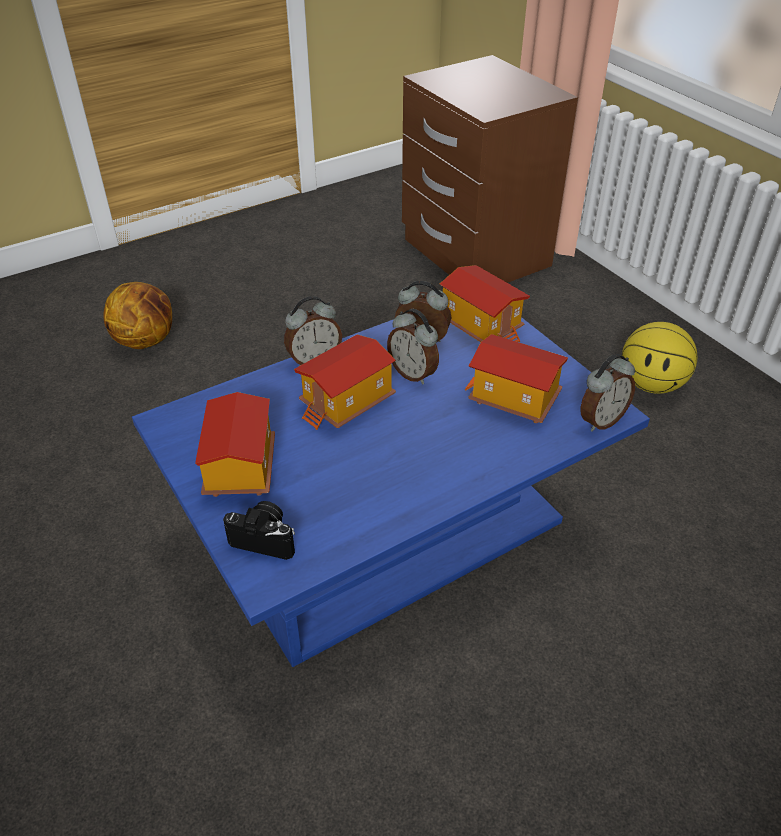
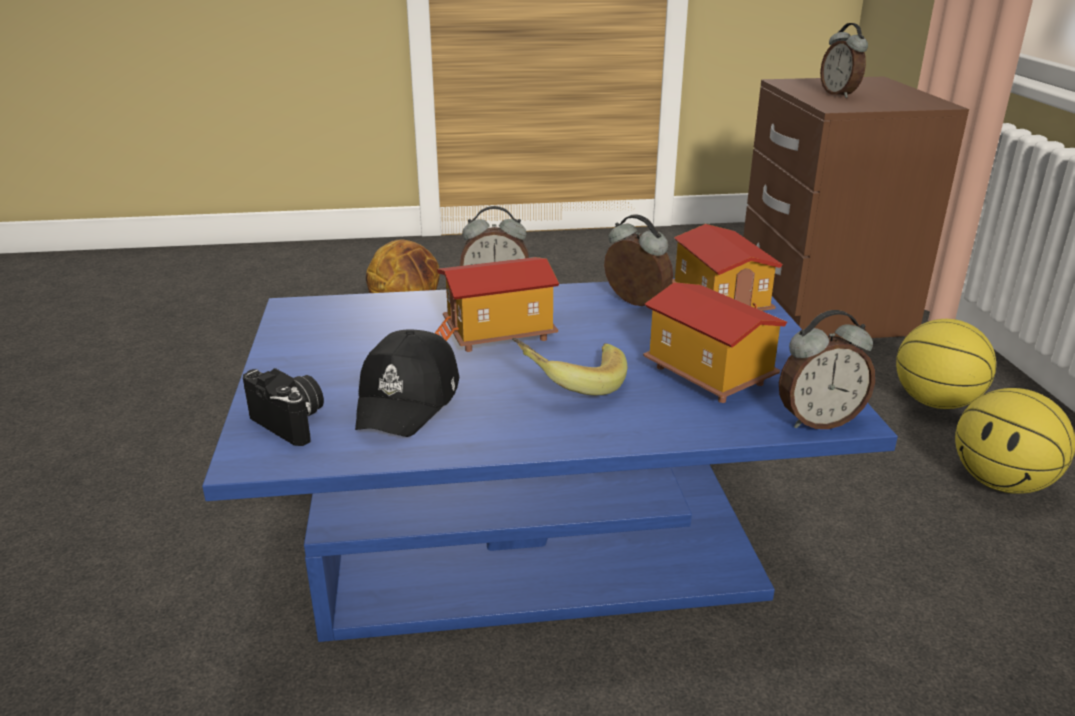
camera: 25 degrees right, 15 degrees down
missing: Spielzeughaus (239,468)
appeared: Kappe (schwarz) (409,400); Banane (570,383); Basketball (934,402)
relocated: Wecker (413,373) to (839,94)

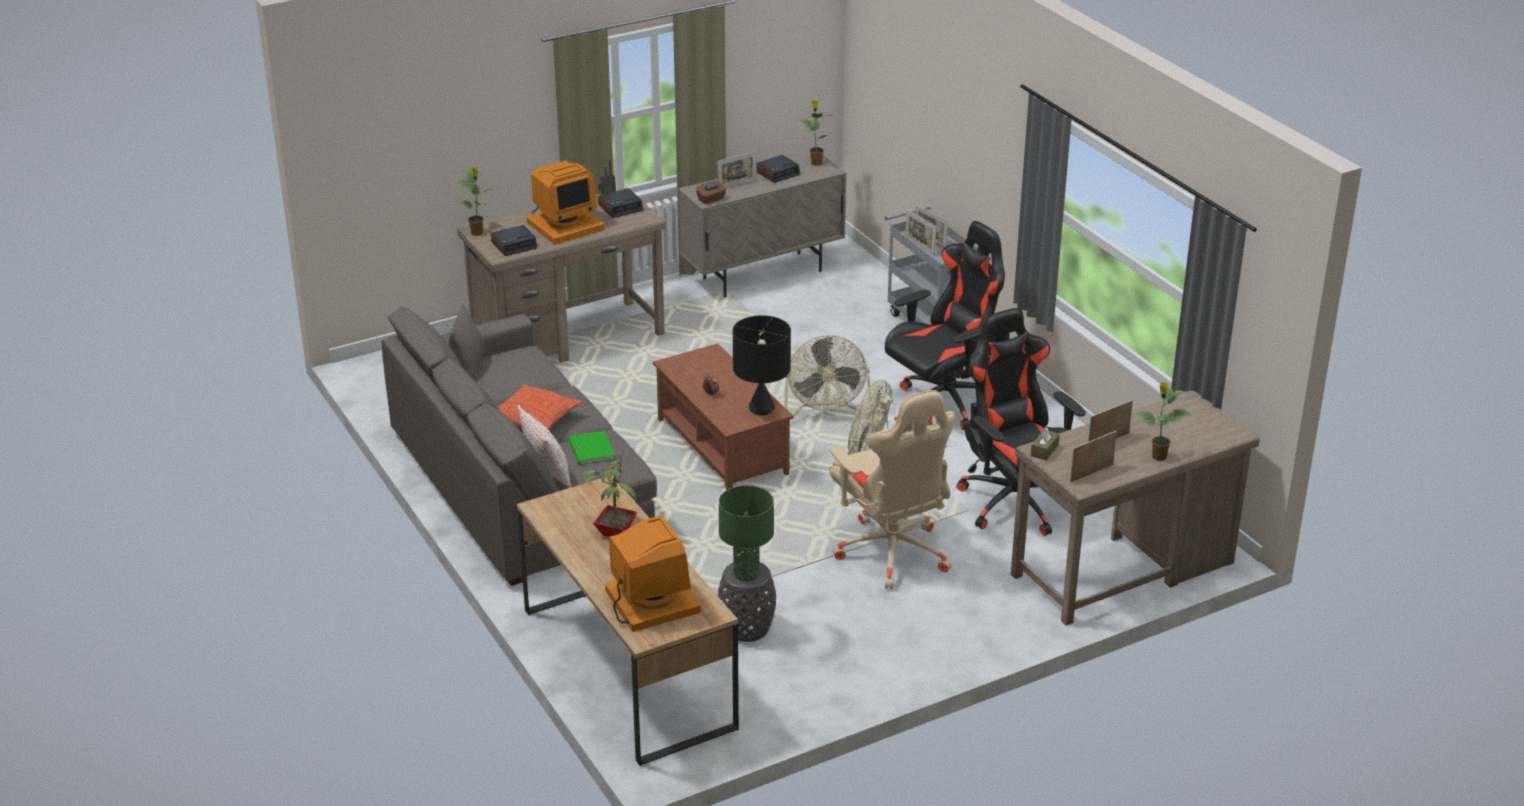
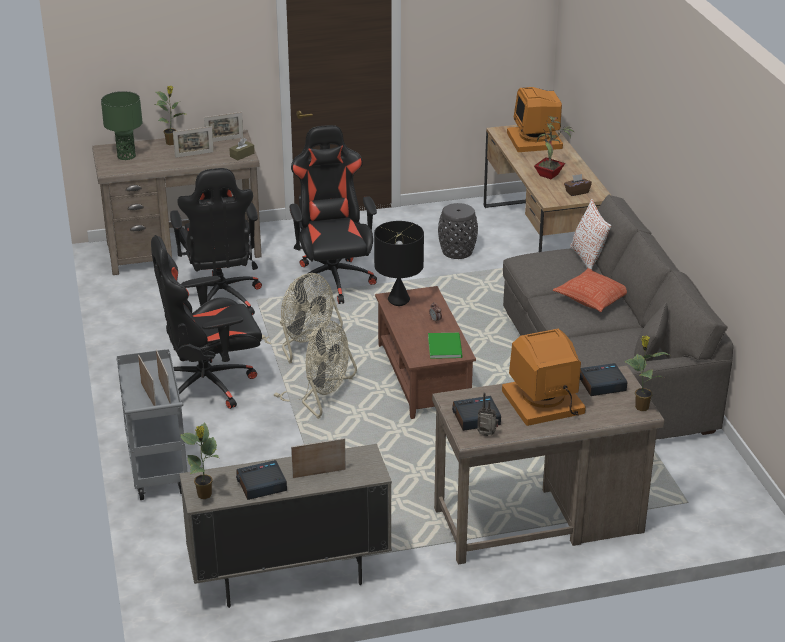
camera: 165 degrees left, 0 degrees up
relocated: Tischlampe (grün) (746,573) to (127,156); Buch (grün) (590,450) to (446,346); Taschentuchbox (braun) (711,199) to (577,192)
colour: Bürostuhl (beige) (888,548) to Bürostuhl (schwarz) (334,284)
spun: Ventilator (beige) (822,411) = (320,396) 105 degrees clockwise

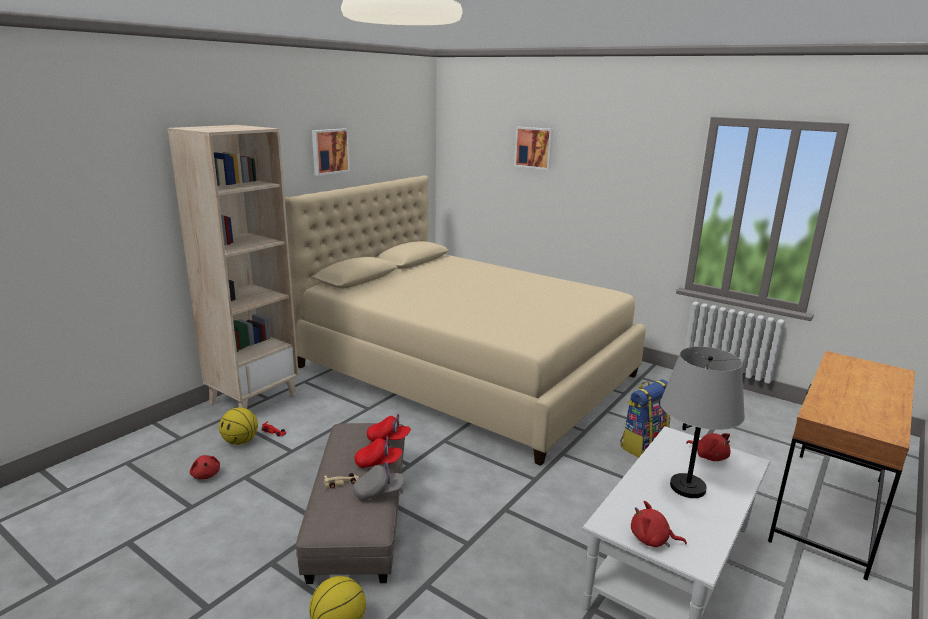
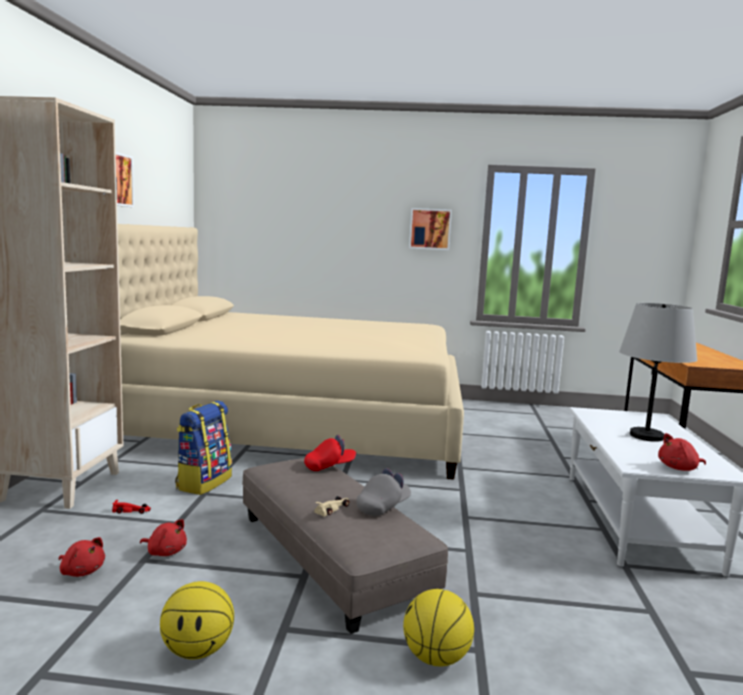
camera: 30 degrees left, 10 degrees down
missing: Kappe (rot) (378,463)
relocated: Plüschtier (rot) (709,456) to (165,552); Basketball (240,441) to (198,651); Rucksack (643,445) to (203,482); Bild (534,147) to (430,229)

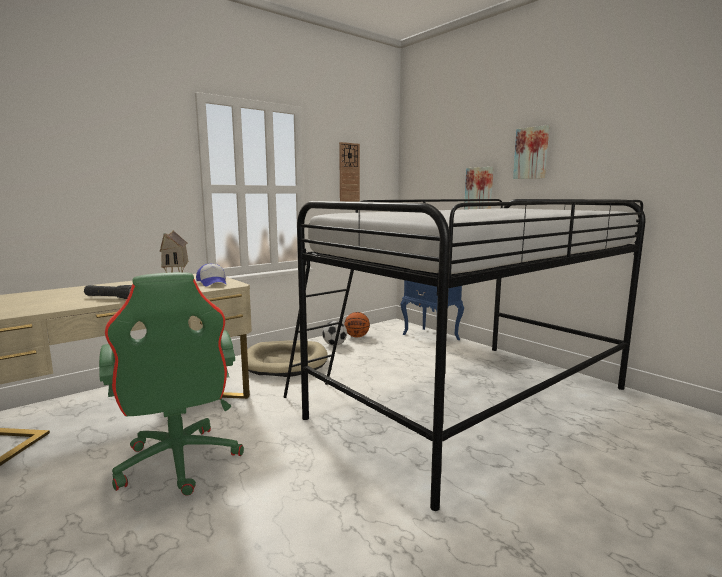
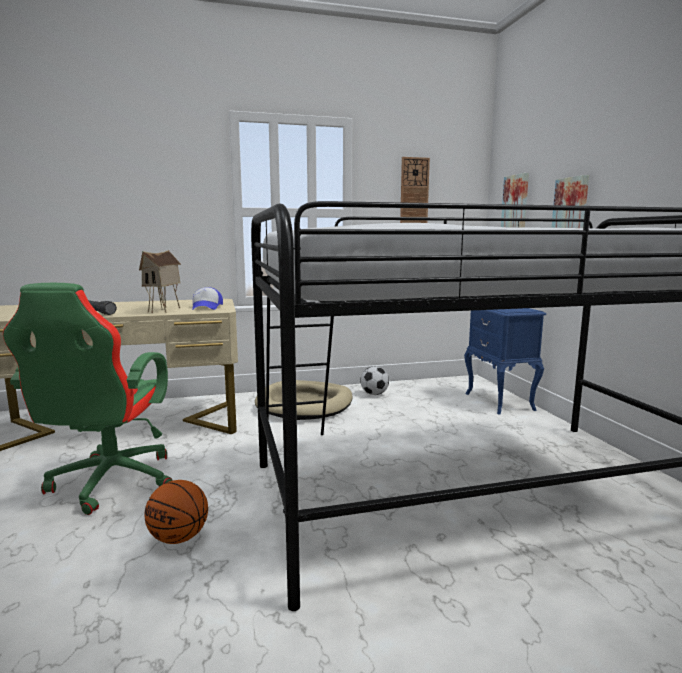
camera: 25 degrees right, 0 degrees up
relocated: Basketball (357,336) to (179,538); Bild (531,153) to (516,201)

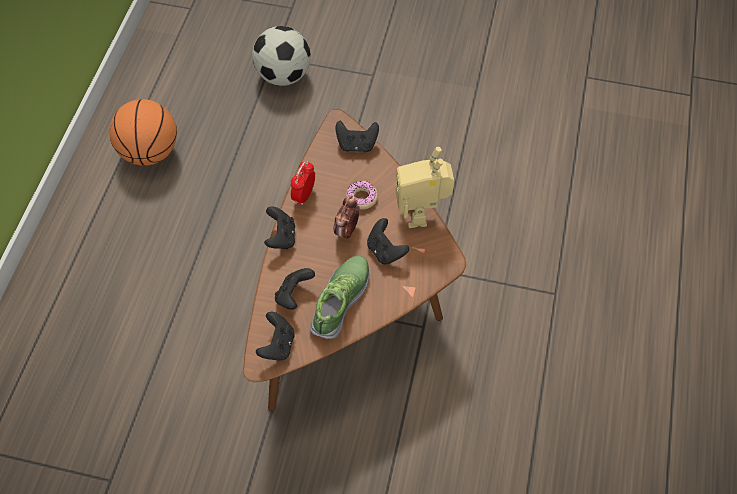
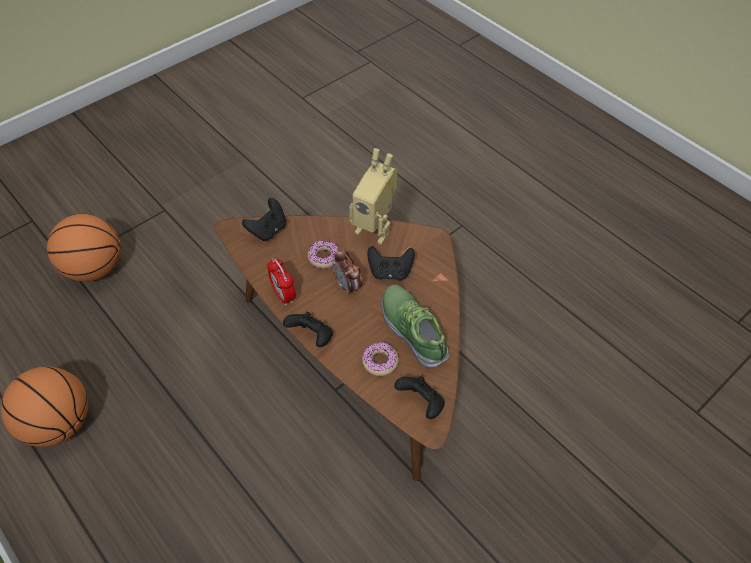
camera: 55 degrees left, 5 degrees down
exchanged: Fußball (283,75) to Basketball (94,268); Gamepad (schwarz) (293,296) to Donut (380,362)

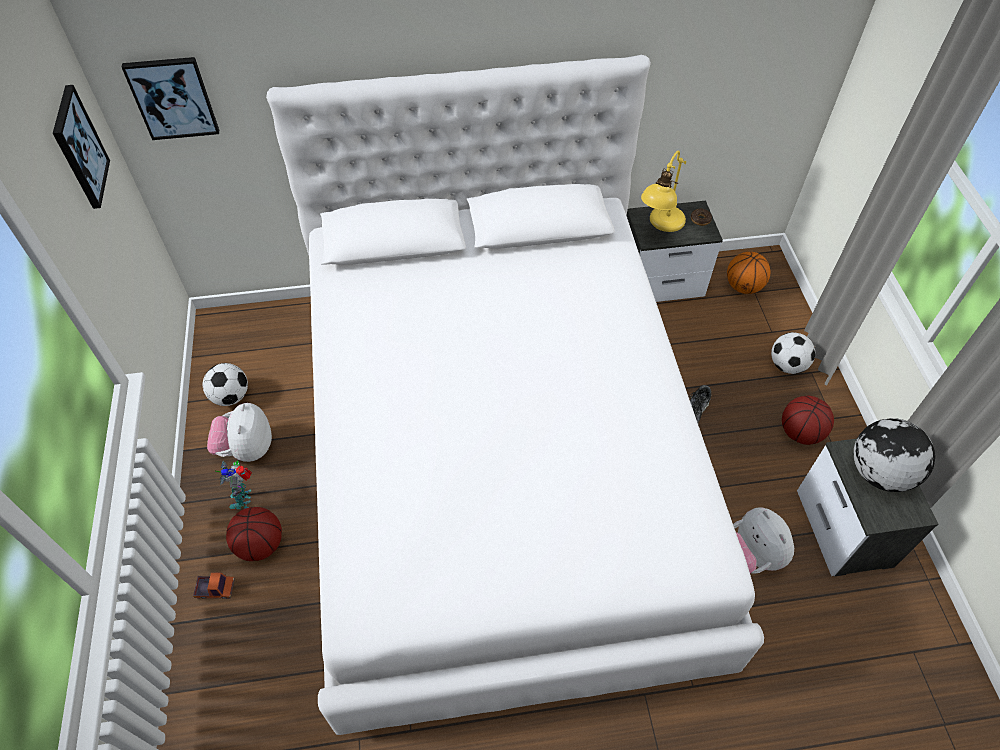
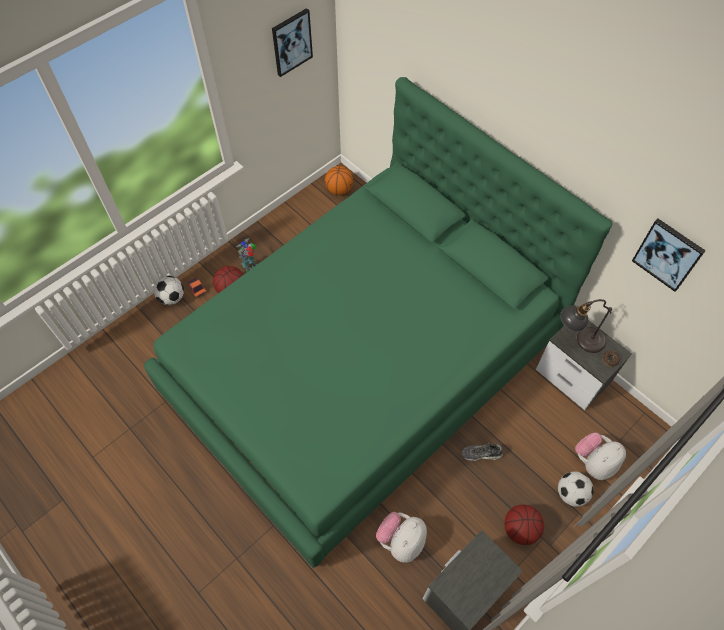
camera: 55 degrees right, 5 degrees up
missing: Globus (878,472)
relocated: Fußball (231,396) to (172,298); Basketball (743,287) to (339,190); Plüschtier (247,448) to (594,462); Bild (173,98) to (668,254)
colour: Bett (weiß) (500,459) to Bett (grün) (363,366); Tischlampe (gelb) (660,228) to Tischlampe (grau) (578,340)

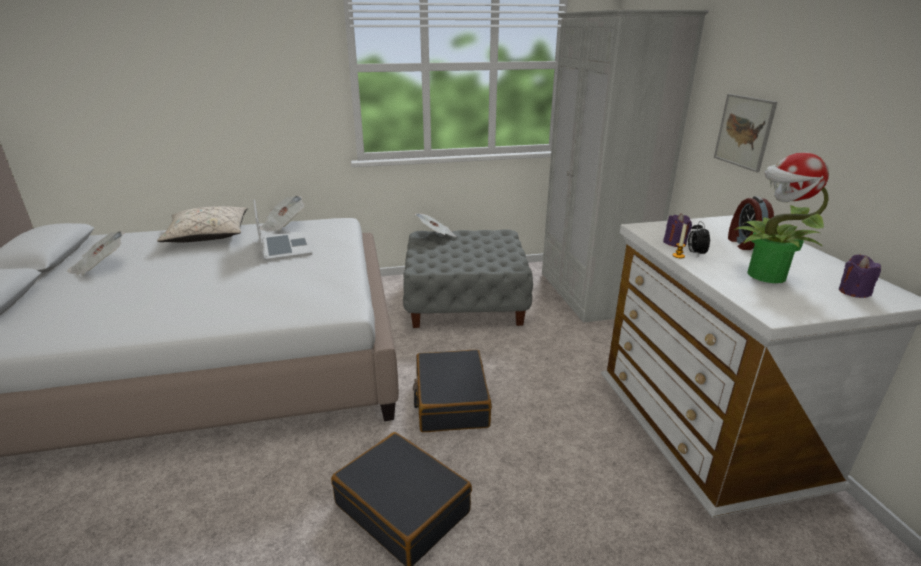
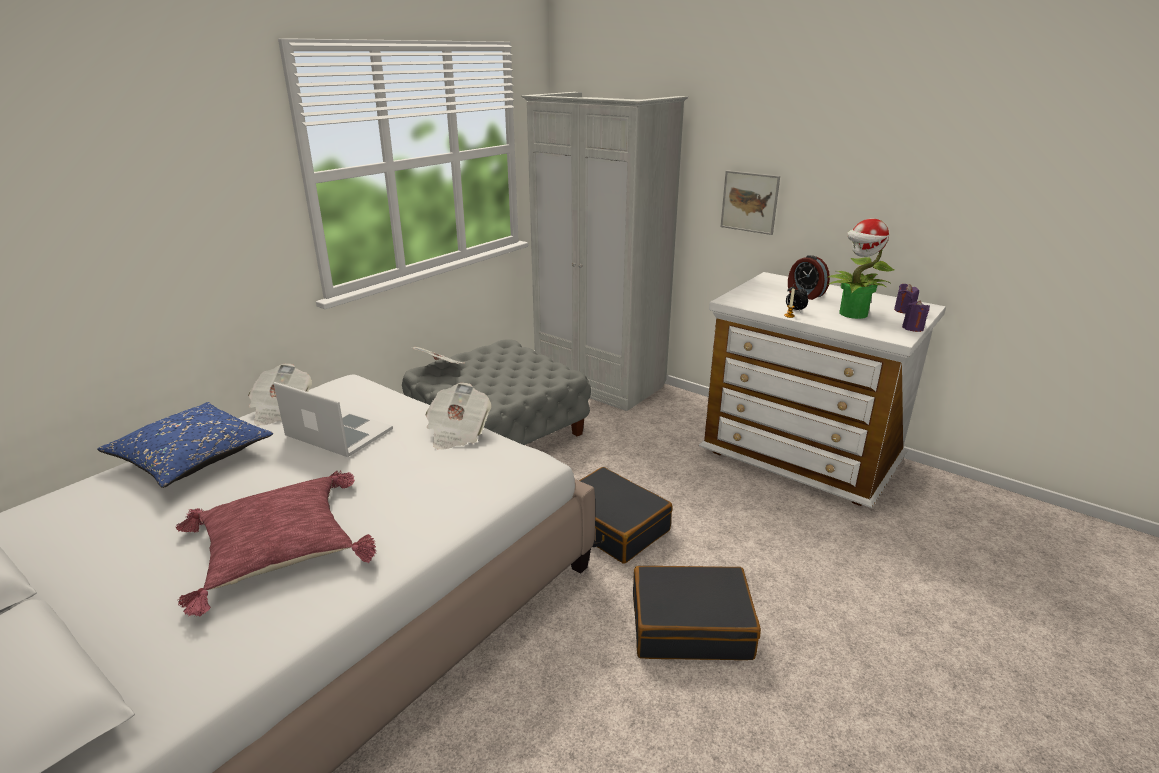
camera: 40 degrees left, 0 degrees up
appeared: Kissen (rot) (279,542)
relocated: Zeitung (100,267) to (457,432); Kerze (lila) (675,243) to (912,328)
colour: Kissen (beige) (208,235) to Kissen (blau) (192,458)

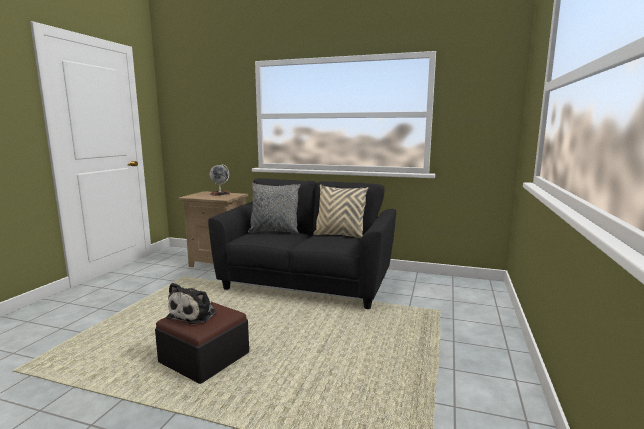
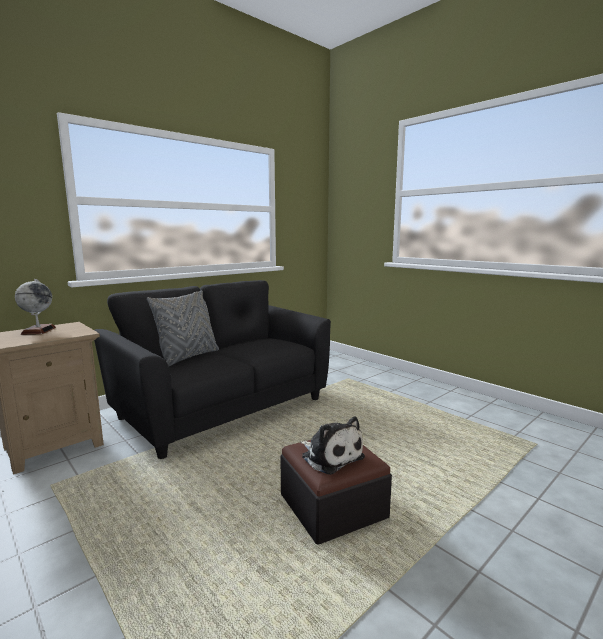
camera: 60 degrees left, 0 degrees up
missing: Kissen (beige) (339,235)

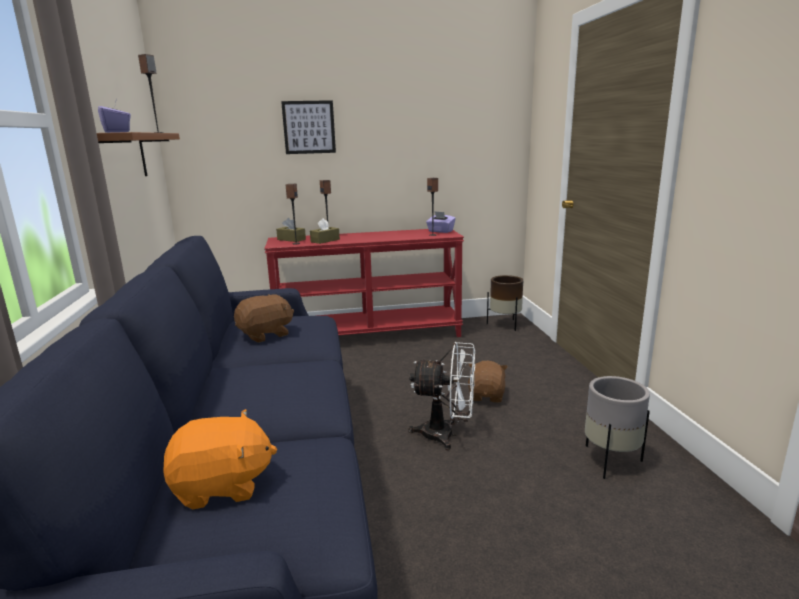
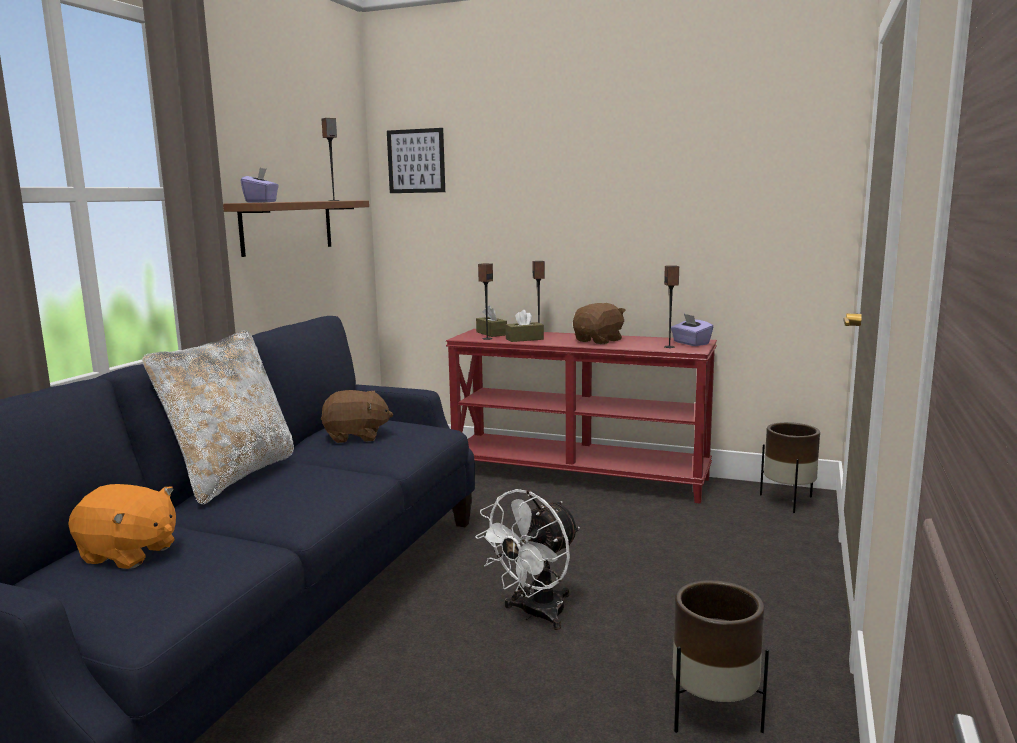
camera: 30 degrees right, 5 degrees down
appeared: Kissen (weiß) (235,477)
relocated: Bild (309,127) to (416,161); Plüschtier (braun) (487,396) to (599,341)
colour: Pflanzkübel (grau) (611,461) to Pflanzkübel (braun) (714,716)
spun: Ventilator (weiß) (446,435) = (535,615) 90 degrees clockwise

